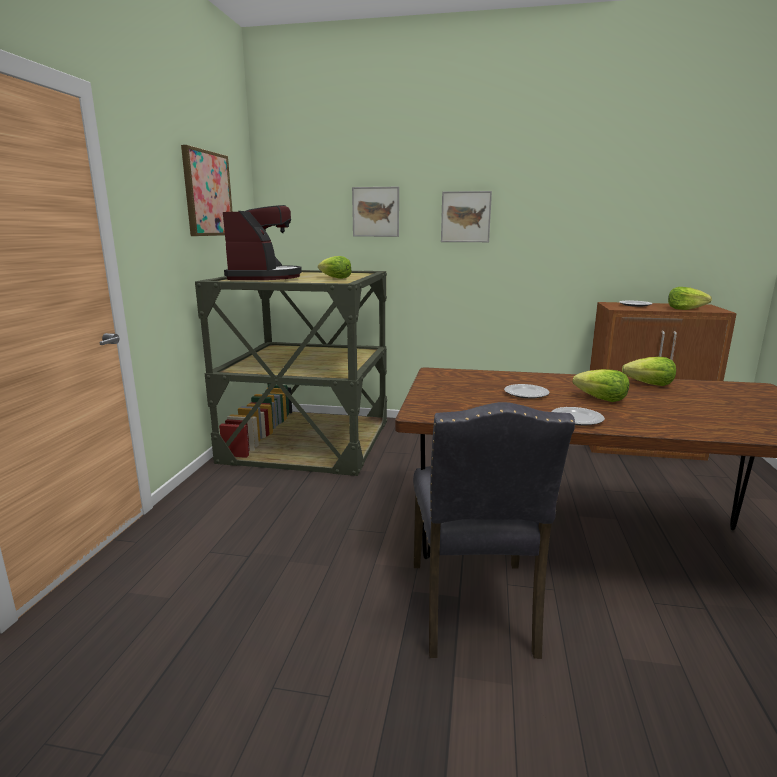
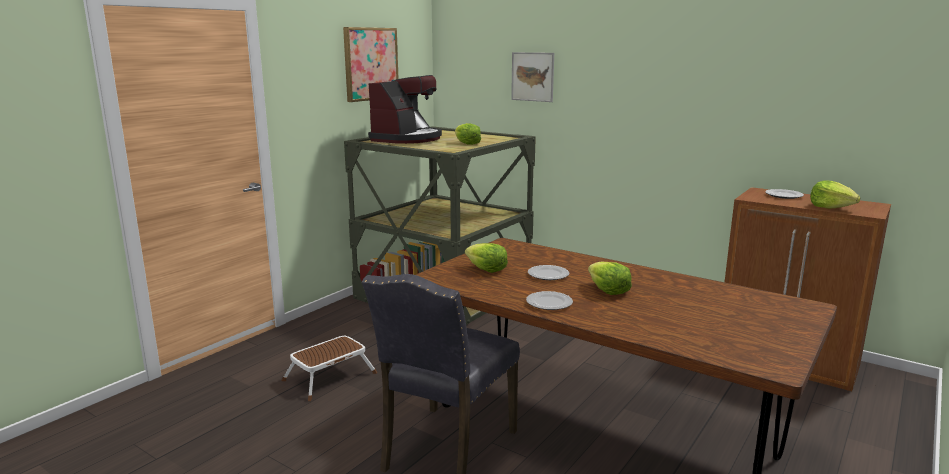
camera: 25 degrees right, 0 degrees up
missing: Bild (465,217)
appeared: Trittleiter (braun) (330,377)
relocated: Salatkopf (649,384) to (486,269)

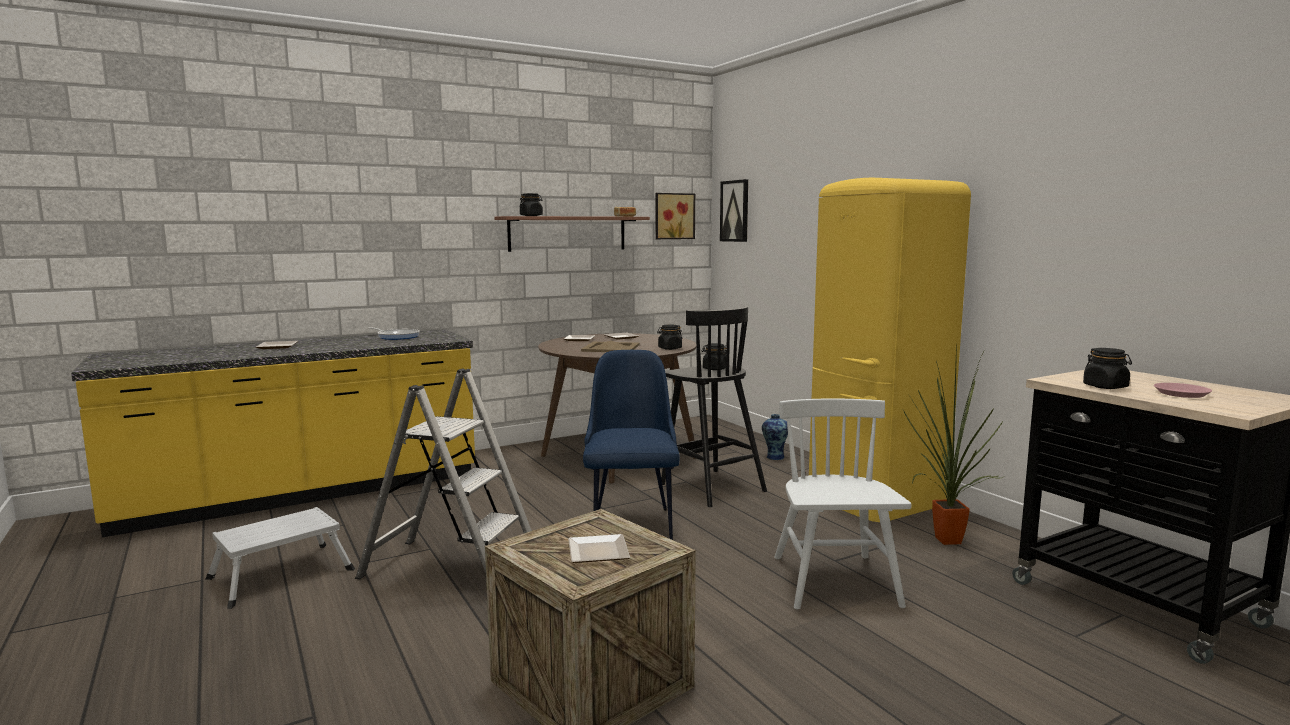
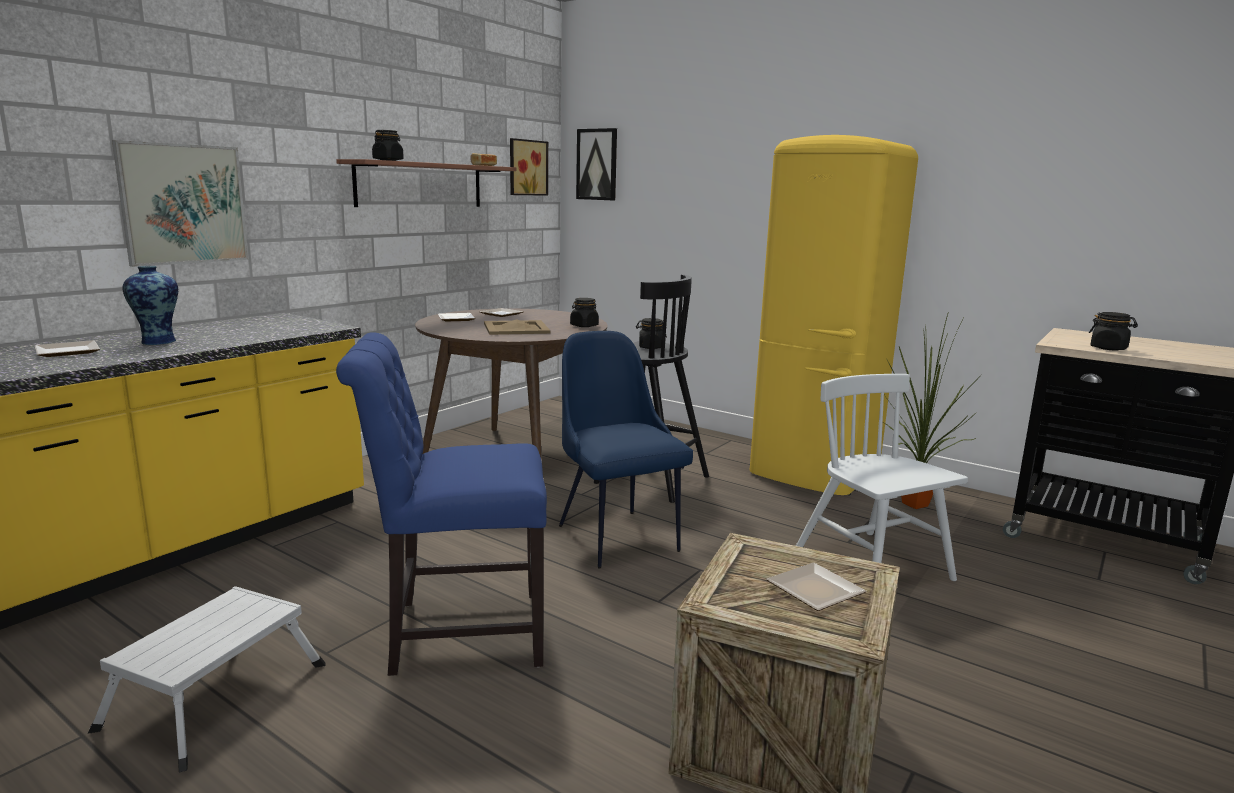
camera: 25 degrees left, 5 degrees up
missing: Pfanne (397,336); Teller (rosa) (1181,393)
appeared: Bild (183,204)
relocated: Vase (774,457) to (157,342)
exchanged: Trittleiter (grau) (449,567) to Stuhl (blau) (455,632)

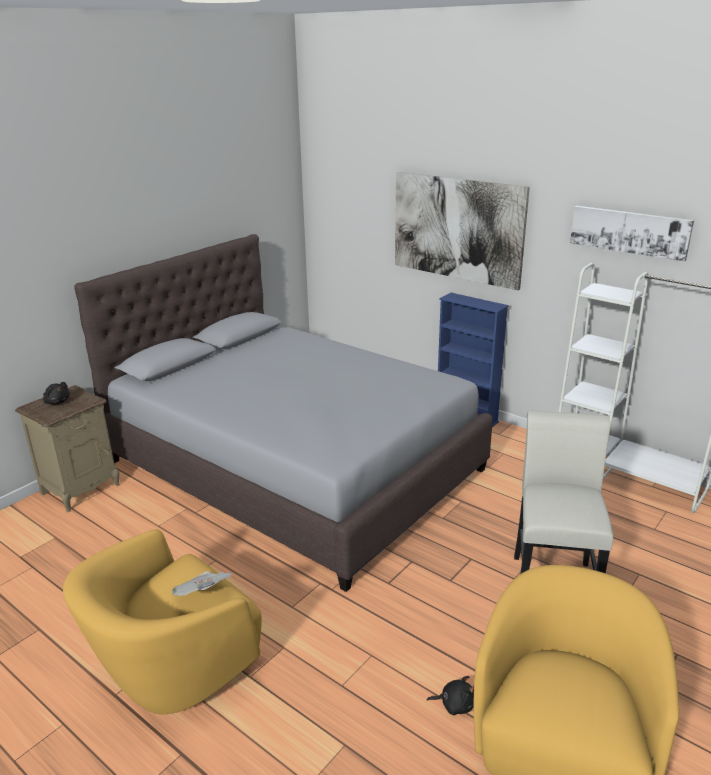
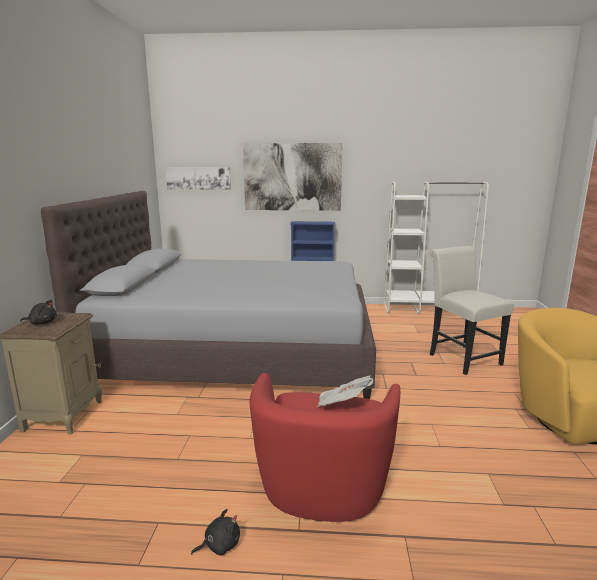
camera: 35 degrees left, 10 degrees down
relocated: Bild (629,232) to (198,178); Plüschtier (schwarz) (455,704) to (219,545)
colour: Sessel (gelb) (175,669) to Sessel (rot) (322,490)

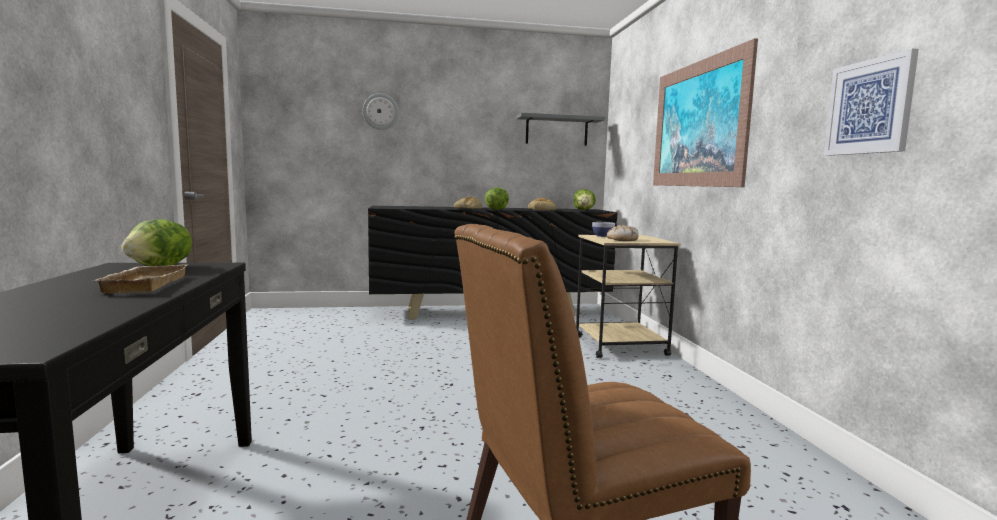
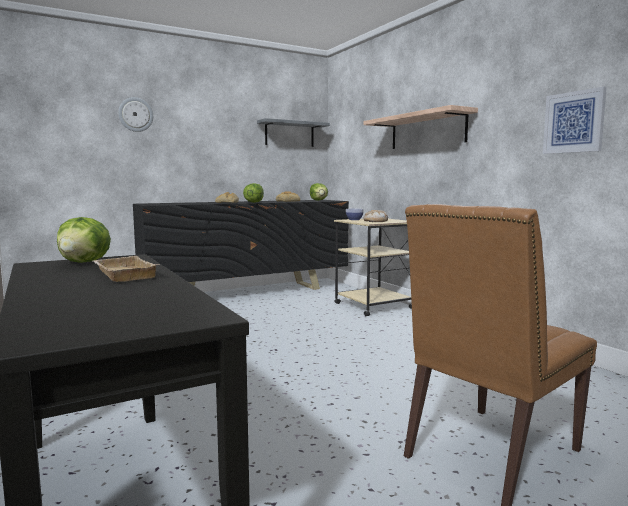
camera: 20 degrees left, 0 degrees up
exchanged: Bild (697,124) to Wandregal (427,131)

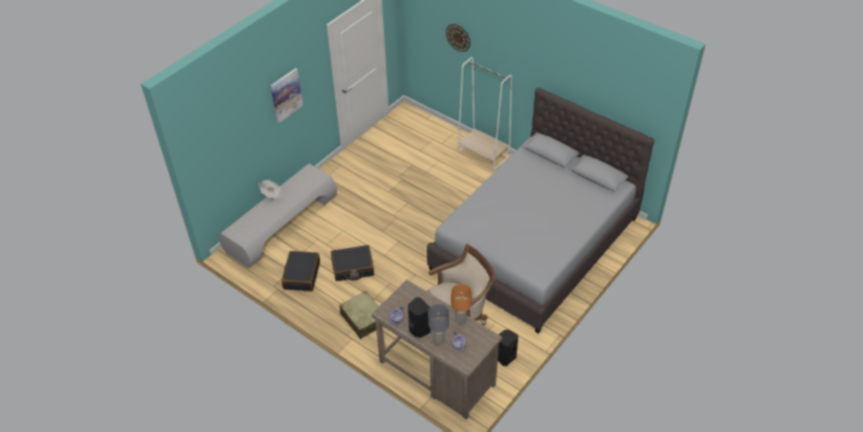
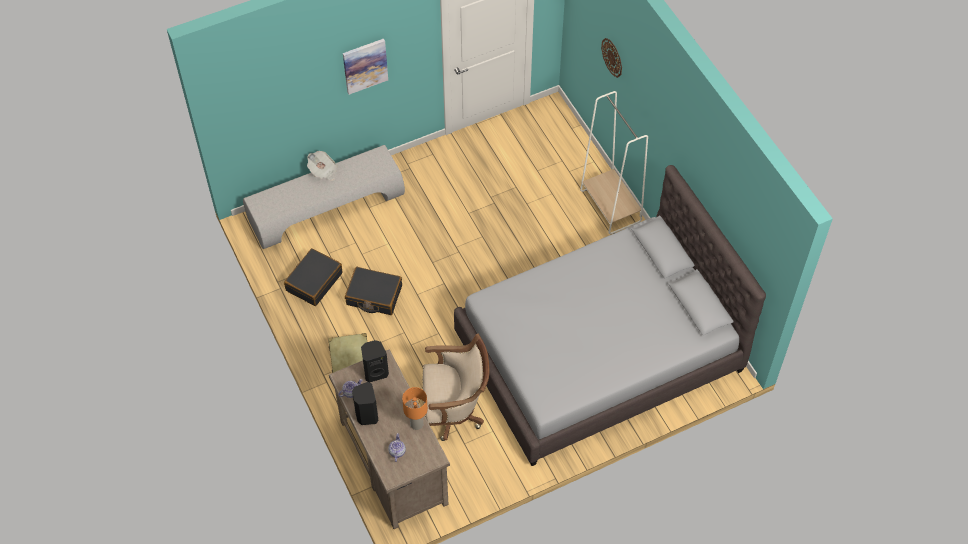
camera: 25 degrees right, 10 degrees up
missing: Tischlampe (grau) (438,341)
relocated: Lautsprecher (schwarz) (505,357) to (375,372)

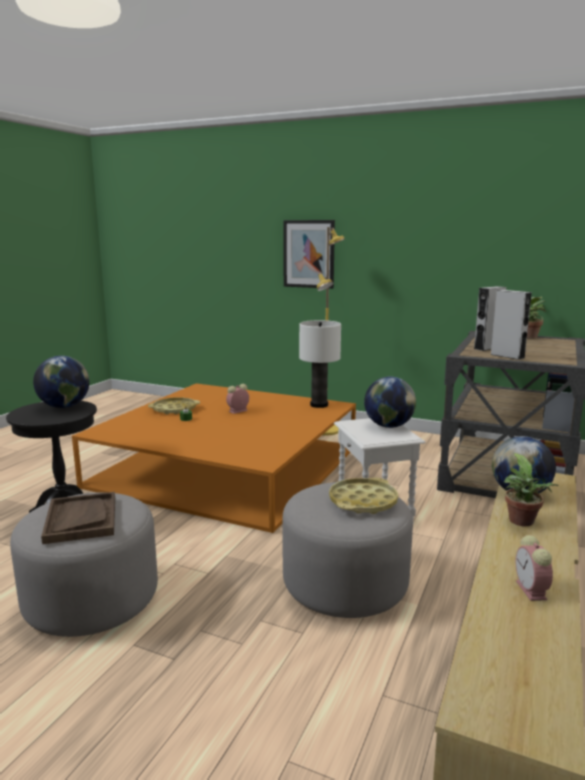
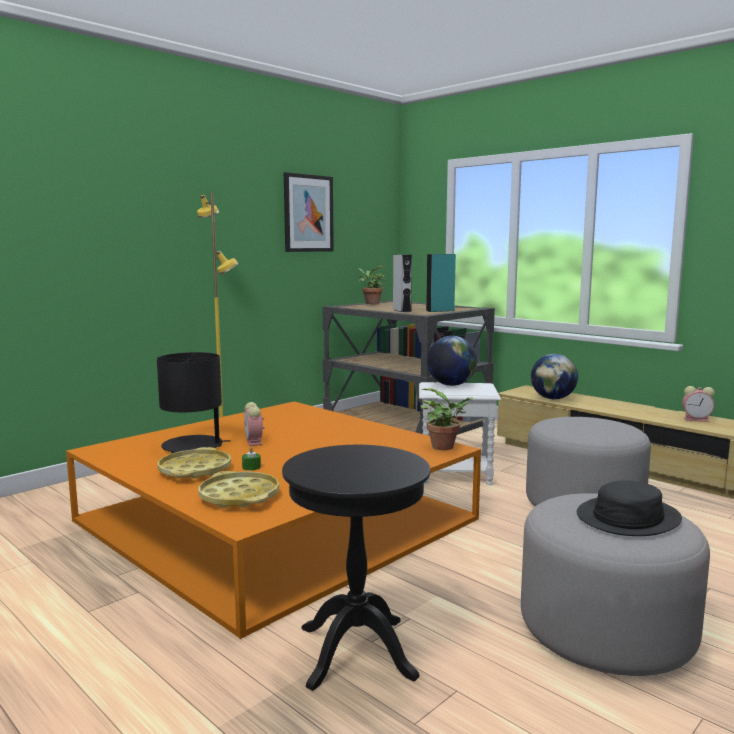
camera: 70 degrees left, 5 degrees down
missing: Globus (64,406); Tischlampe (weiß) (319,405)
appeared: Tischlampe (schwarz) (193,446)
relocated: Tablett (gelb) (363,501) to (239,496); Bild (309,254) to (308,213); Topfpflanze (523,522) to (445,447)
exchanged: Tablett (braun) (81,519) to Hut (schwarz) (627,517)
colour: Lautsprecher (grau) (507,356) to Lautsprecher (türkis) (440,311)

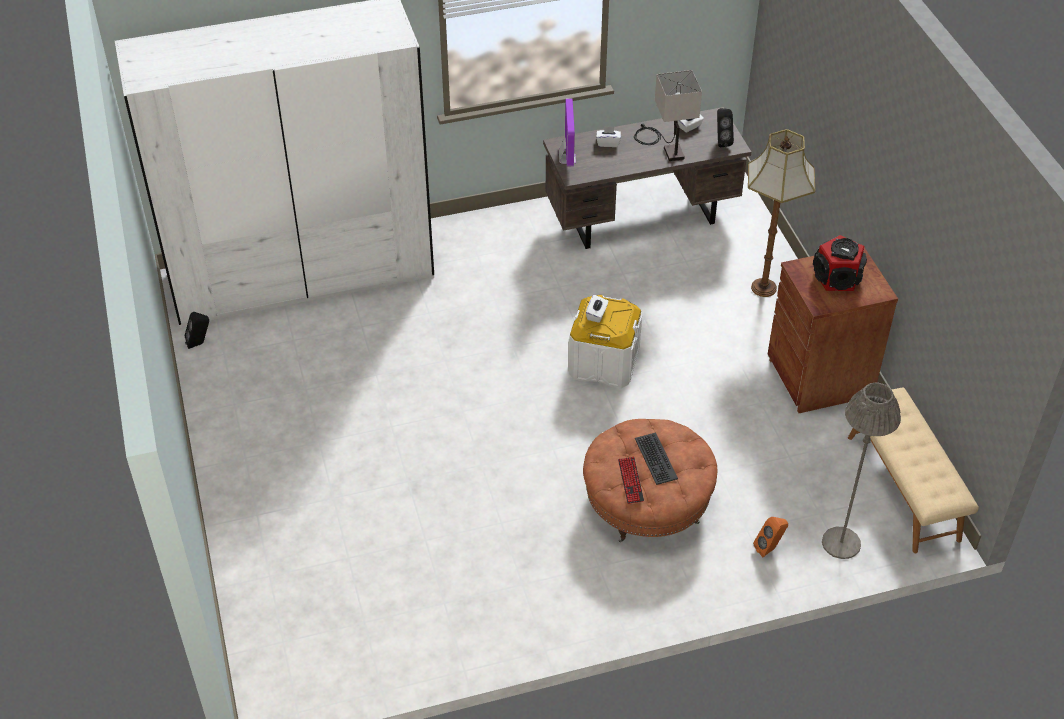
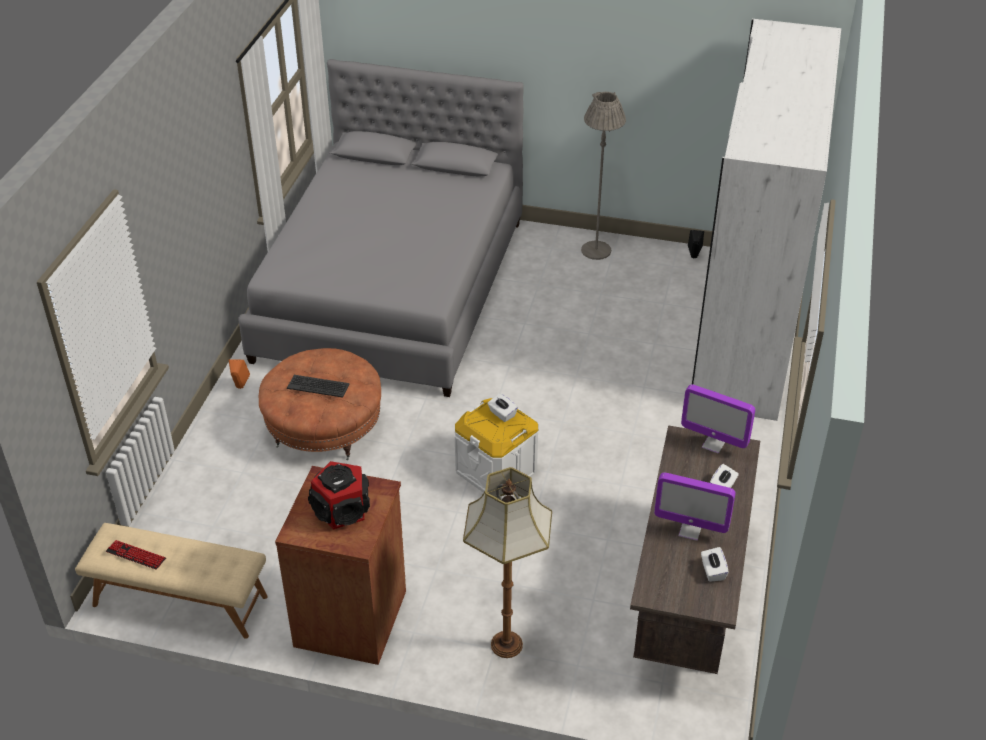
camera: 120 degrees right, 5 degrees down
missing: Lautsprecher (schwarz) (721,141)
appeared: Bett (grau) (393,289)
relocated: Tastatur (630,481) to (136,555); Lautsprecher (orange) (769,549) to (240,387); Stehlampe (grau) (841,543) to (596,250)
exchanged: Tischlampe (663,145) to Monitor (690,531)

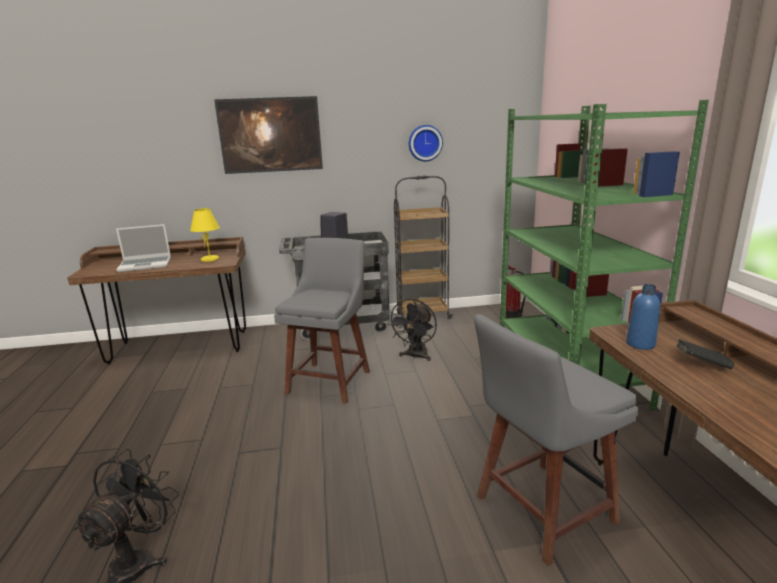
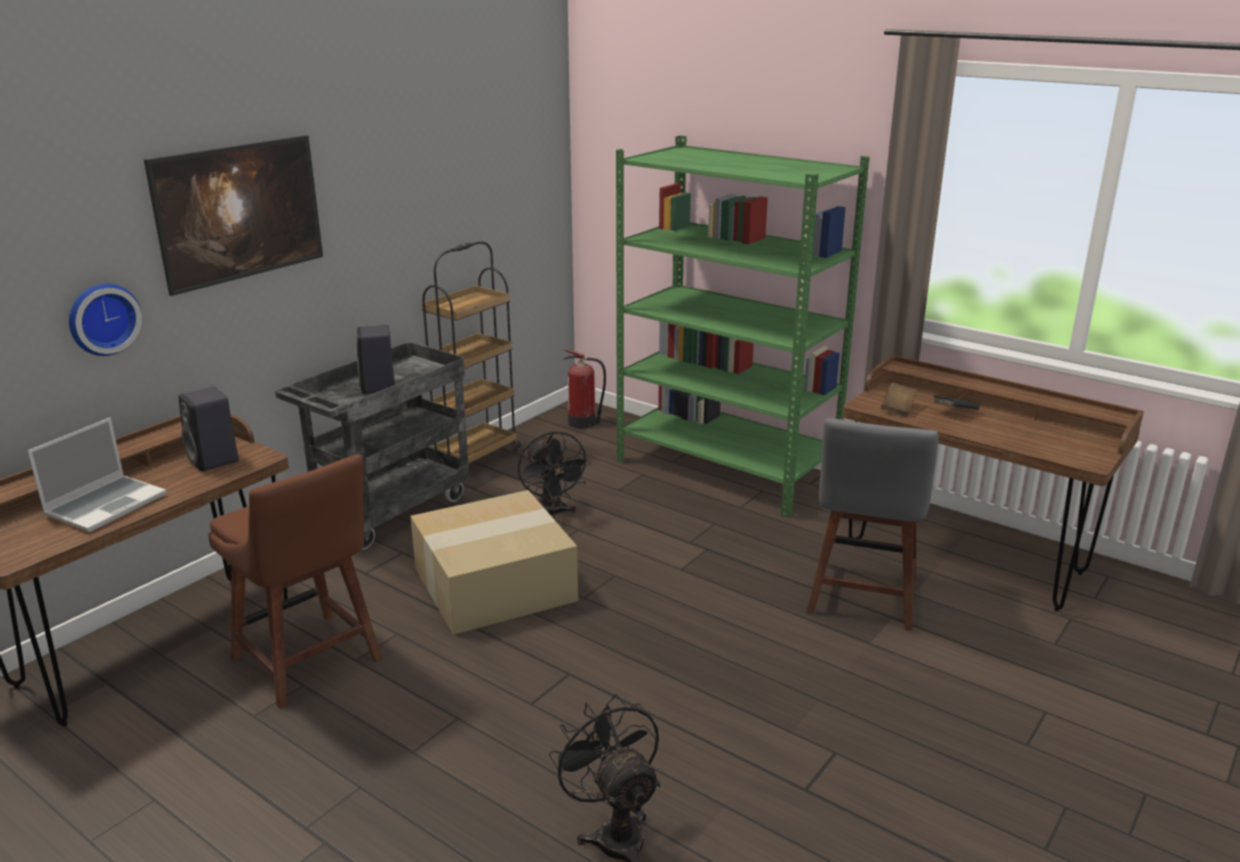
camera: 45 degrees left, 5 degrees up
appeared: Hocker (braun) (309,662)
relocated: Wanduhr (425,143) to (102,318)
exchanged: Tischlampe (gelb) (210,260) to Lautsprecher (schwarz) (214,460); Hocker (grau) (331,380) to Karton (496,583); Flasche (blau) (640,344) to Buch (braun) (898,409)

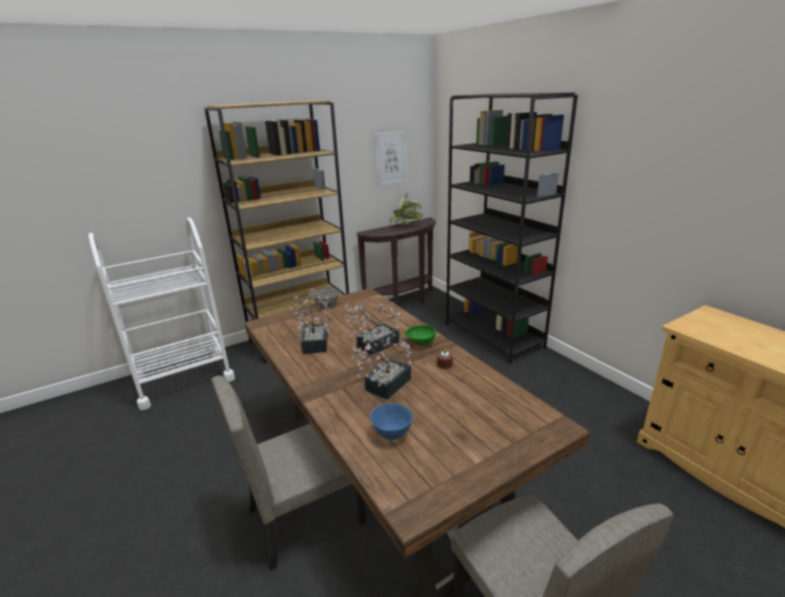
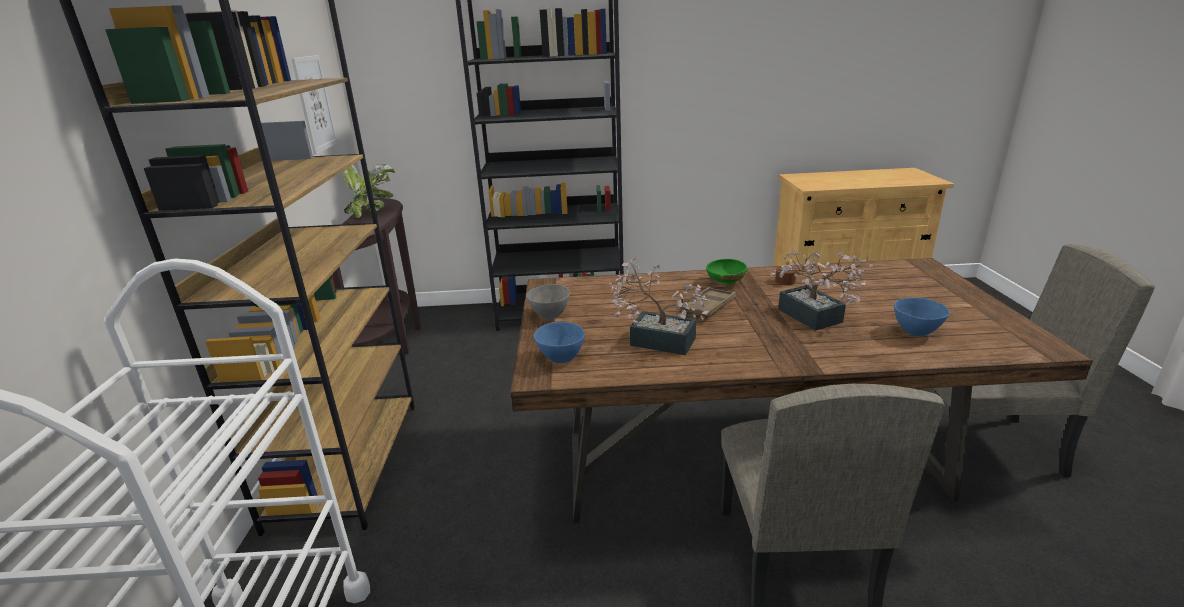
camera: 60 degrees left, 0 degrees up
appeared: Schüssel (blau) (560,358)
exchanged: Topfpflanze (374,346) to Tablett (braun) (708,307)

